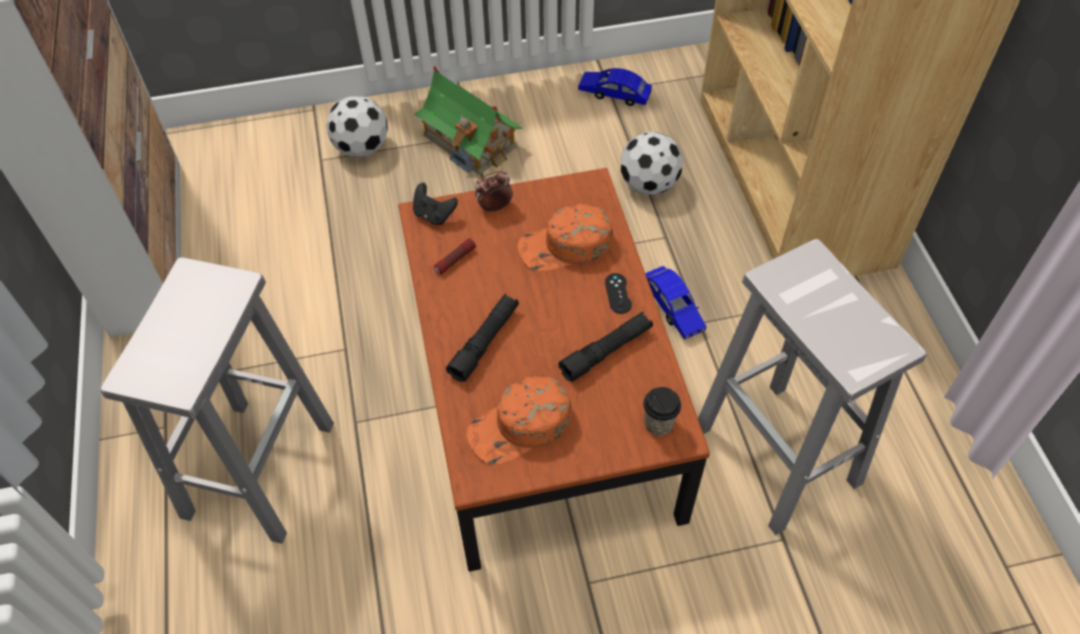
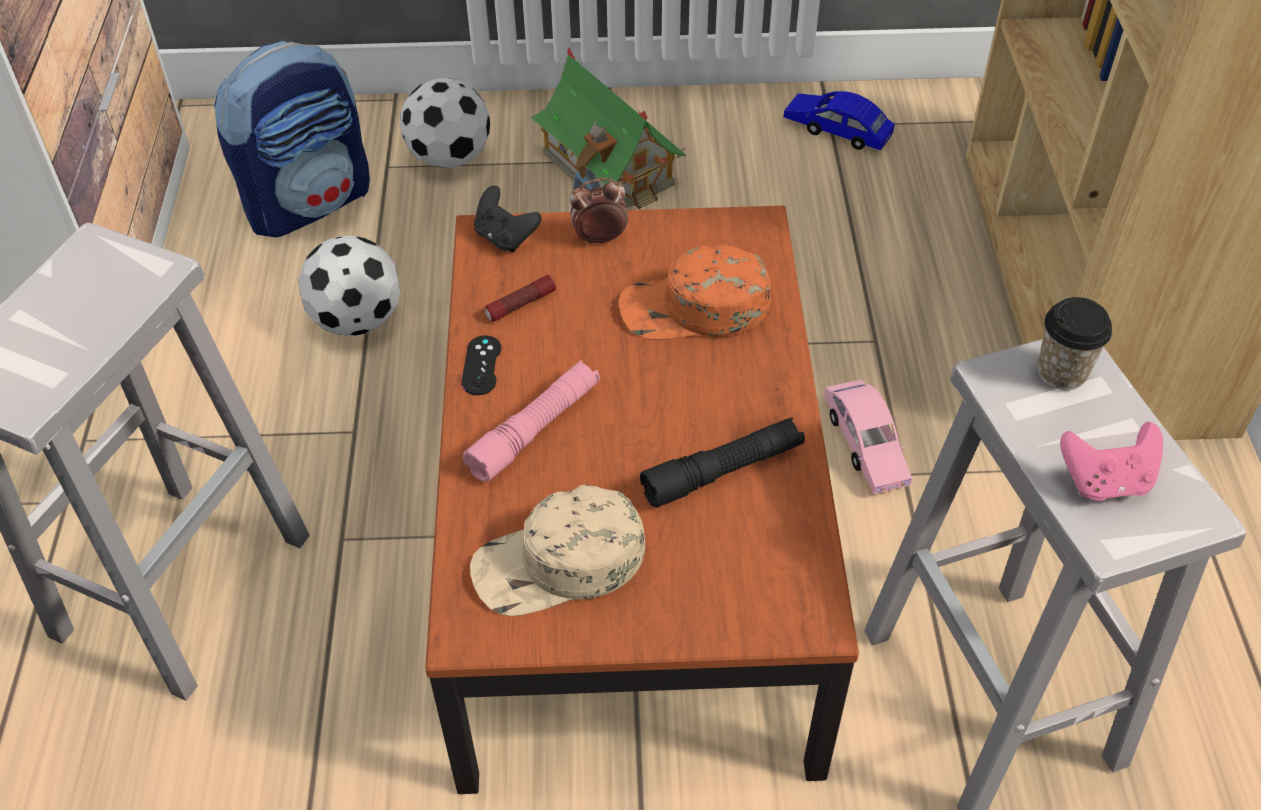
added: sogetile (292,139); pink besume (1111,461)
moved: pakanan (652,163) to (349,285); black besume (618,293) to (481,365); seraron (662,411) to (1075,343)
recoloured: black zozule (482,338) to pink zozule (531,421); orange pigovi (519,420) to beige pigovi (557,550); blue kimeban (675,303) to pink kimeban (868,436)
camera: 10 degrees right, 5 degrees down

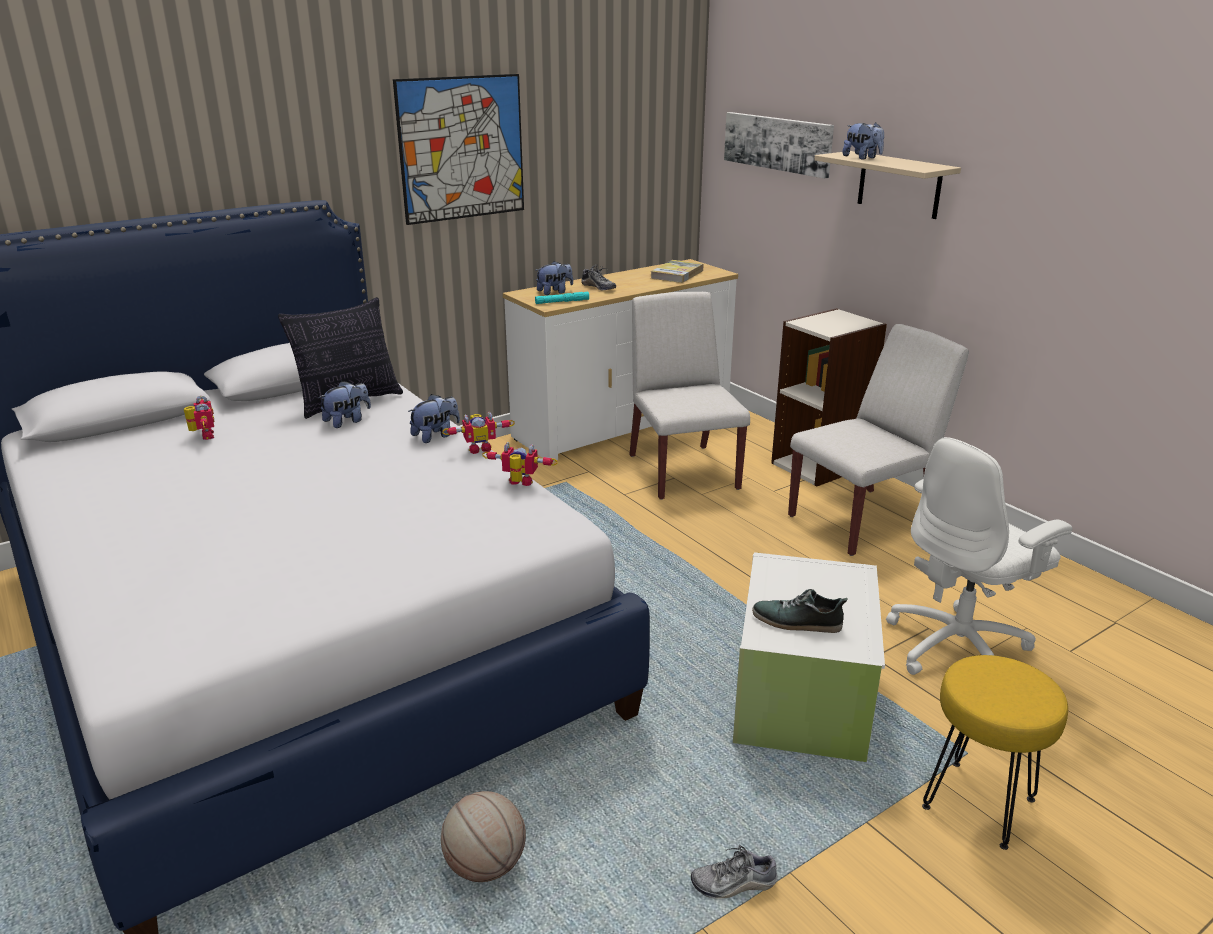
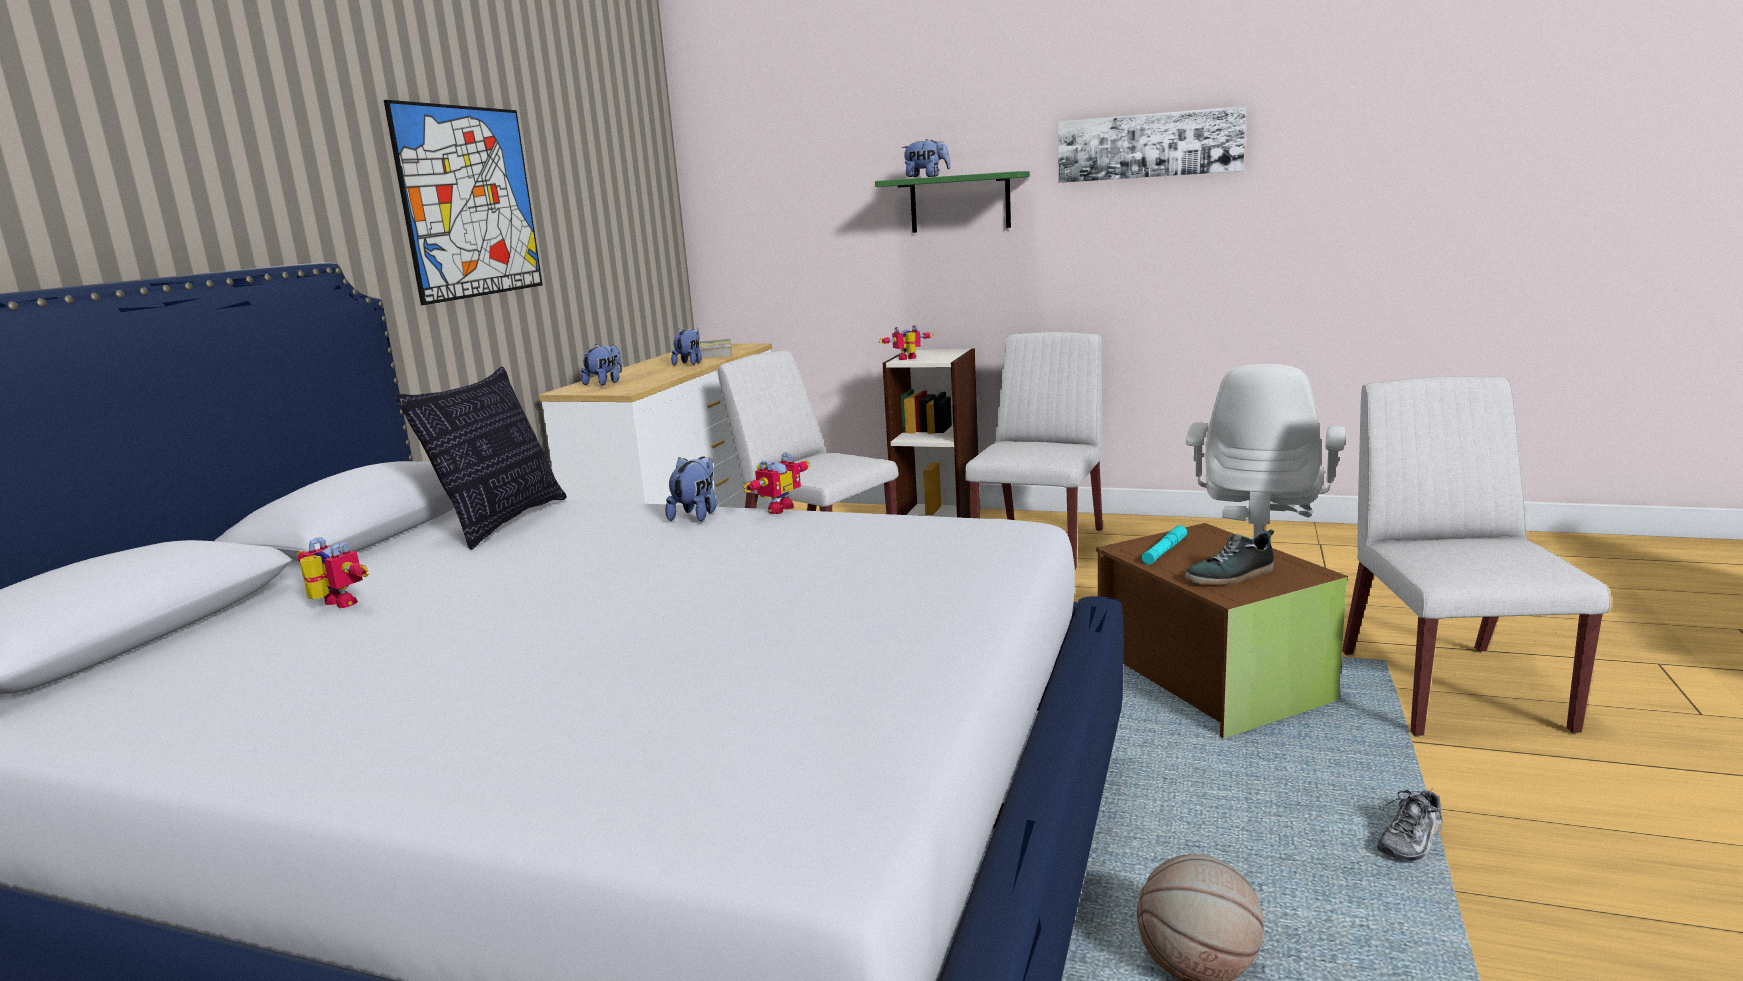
removed: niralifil (598,277)
moved: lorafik (344,404) to (686,347); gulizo (520,464) to (906,342); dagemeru (779,145) to (1152,144); turquoise zozule (562,297) to (1164,545)
replaced: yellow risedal (995,752) to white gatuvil (1476,556)
recoloured: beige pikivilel (887,185) to green pikivilel (952,202); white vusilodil (809,657) to brown vusilodil (1222,631)
camera: 35 degrees left, 10 degrees down

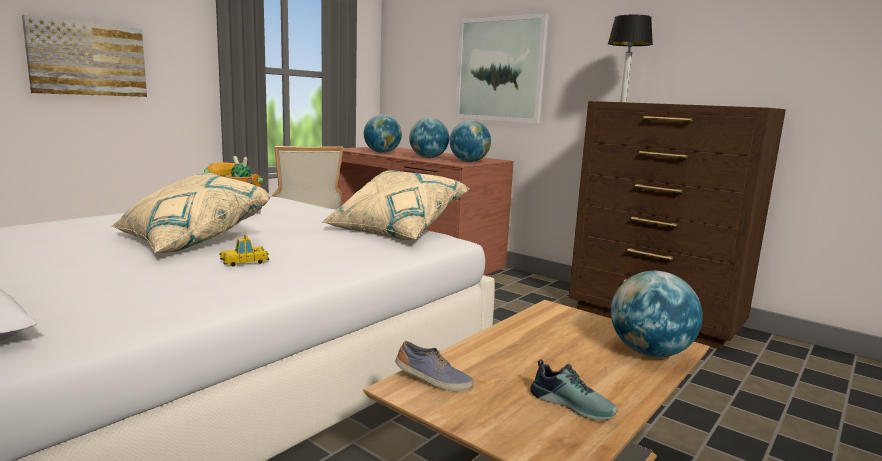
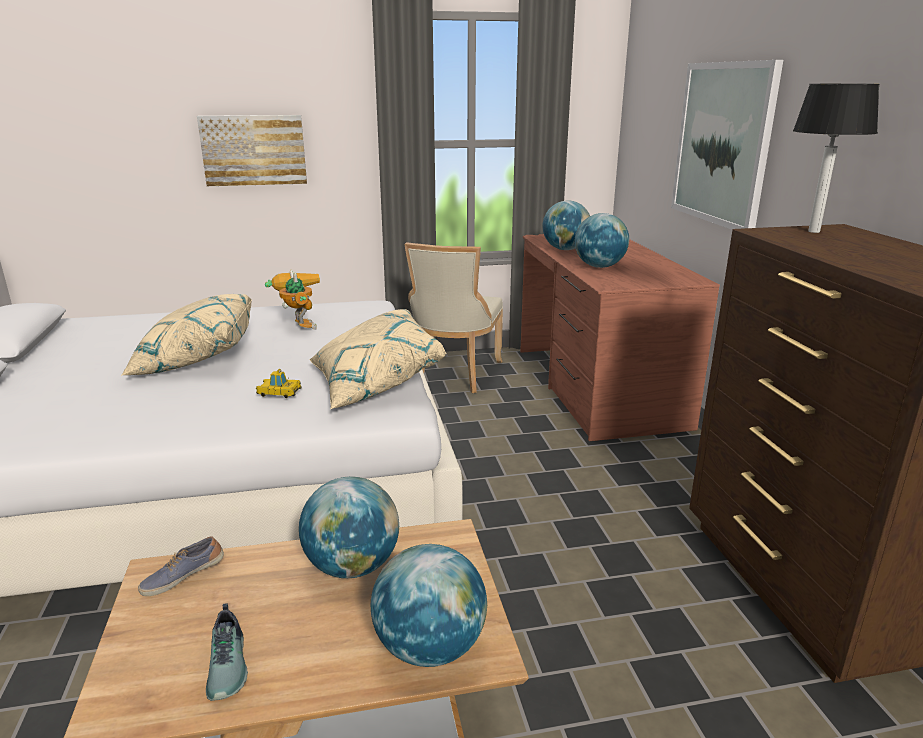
moved: kimeban (244,251) to (279,383); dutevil (470,141) to (349,527)
turned: niralifil (435,366) = (181,566) 90 degrees clockwise
camera: 40 degrees right, 10 degrees up

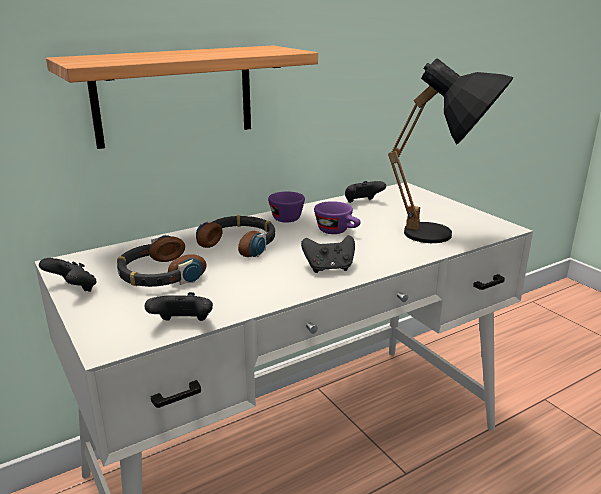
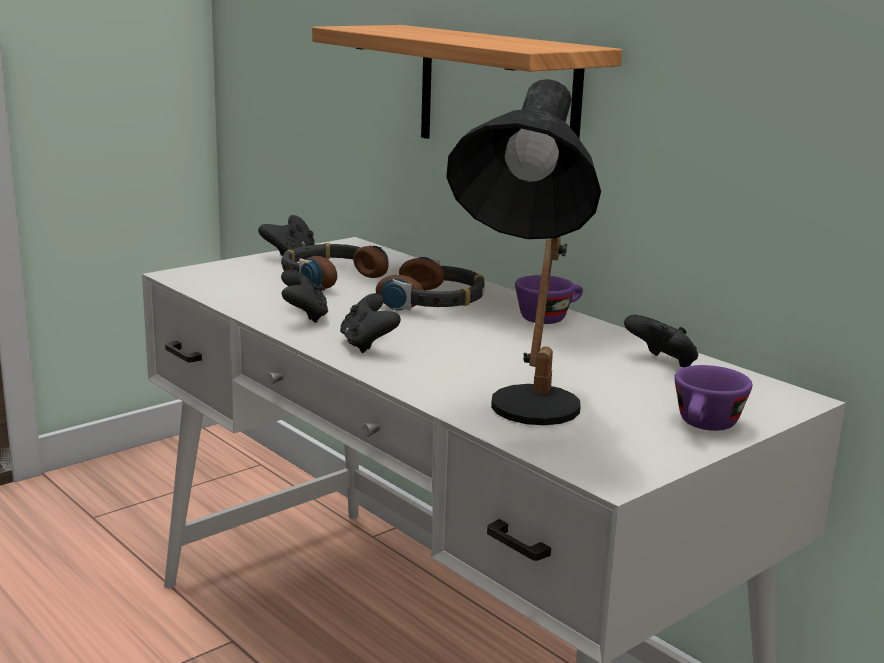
moved: black besume (178,306) to (304,296); purple seraron (337,217) to (713,398)
camera: 80 degrees right, 5 degrees down

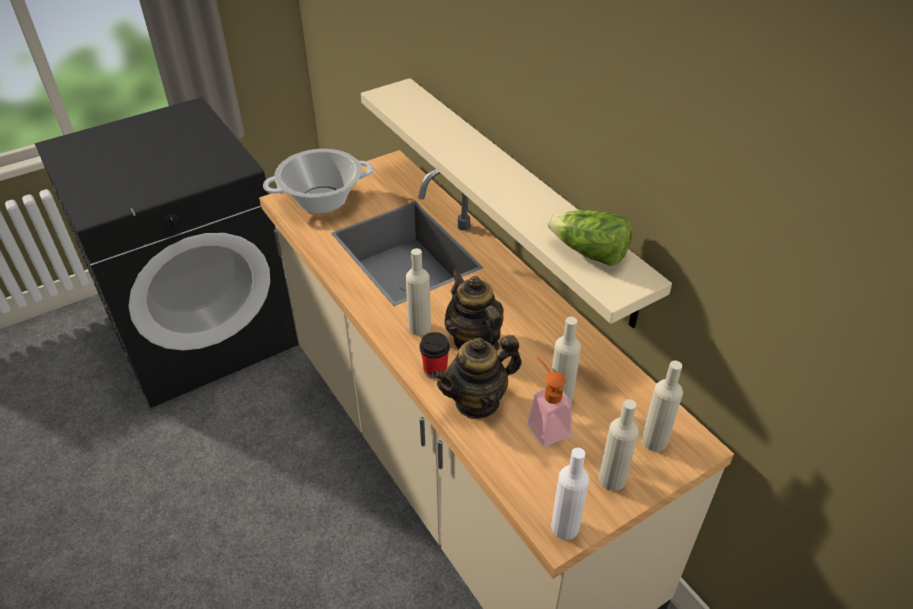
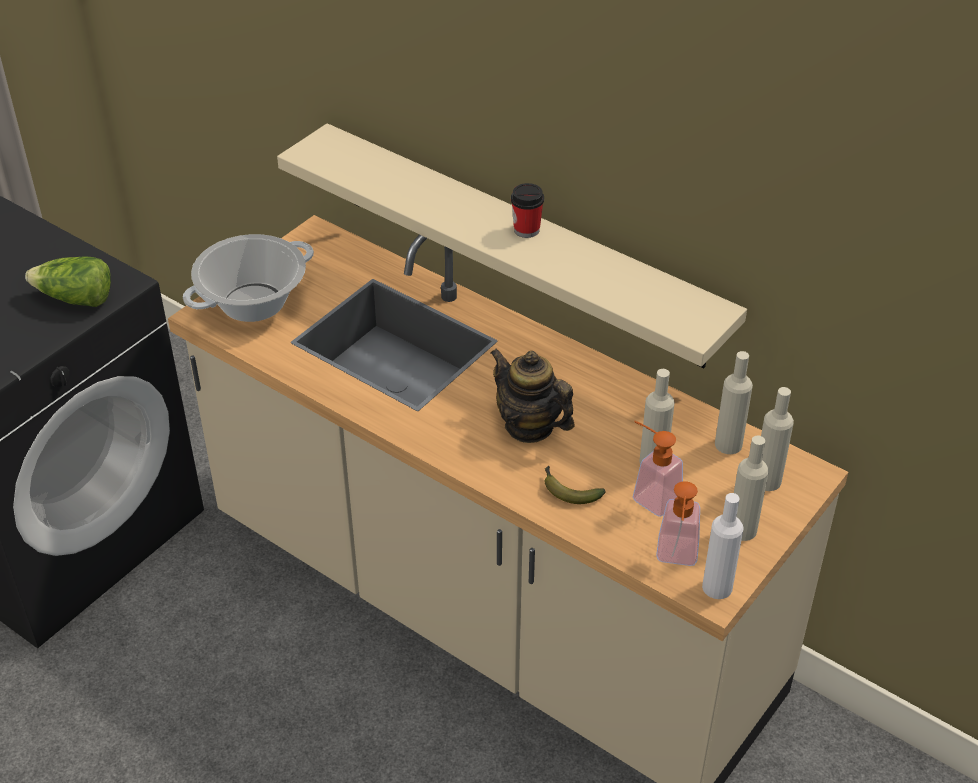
added: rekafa (678,523)
moved: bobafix (589,238) to (68,281); seraron (435,355) to (527,210); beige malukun (418,291) to (734,402)
replaced: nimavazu (477,377) to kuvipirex (575,485)
camera: 20 degrees left, 0 degrees up

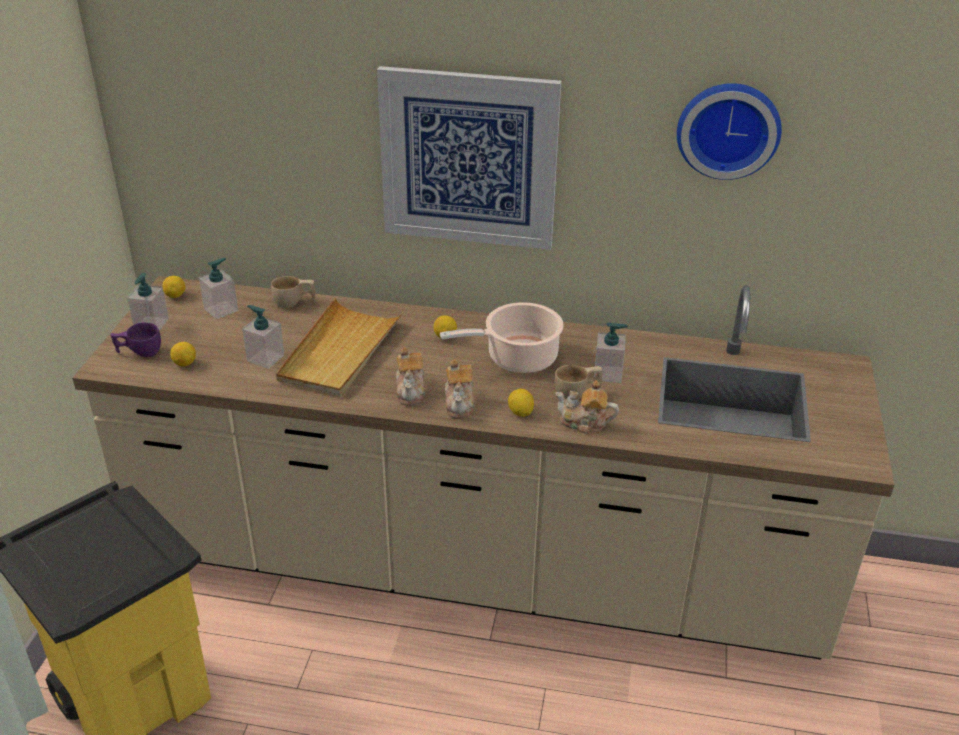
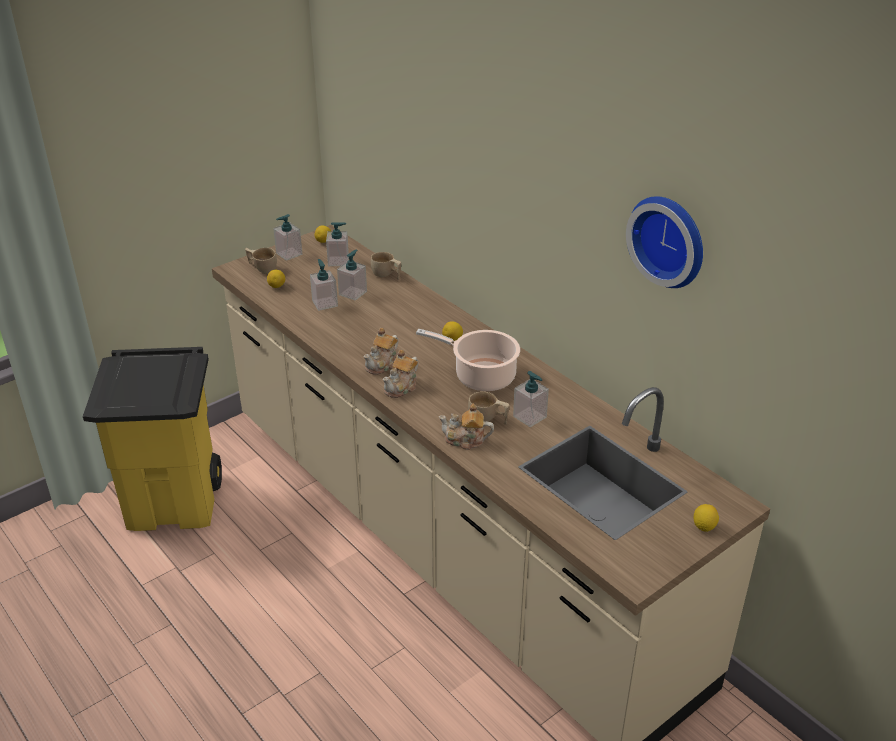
removed: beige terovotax (339,347); dagemeru (469,158)
added: rekafa (352,275)
moved: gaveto (521,403) to (706,518)
recoloured: purple seraron (135,339) to beige seraron (261,261)
turned: nimavazu (587,407) = (466,426) 45 degrees counterclockwise
camera: 40 degrees right, 0 degrees up

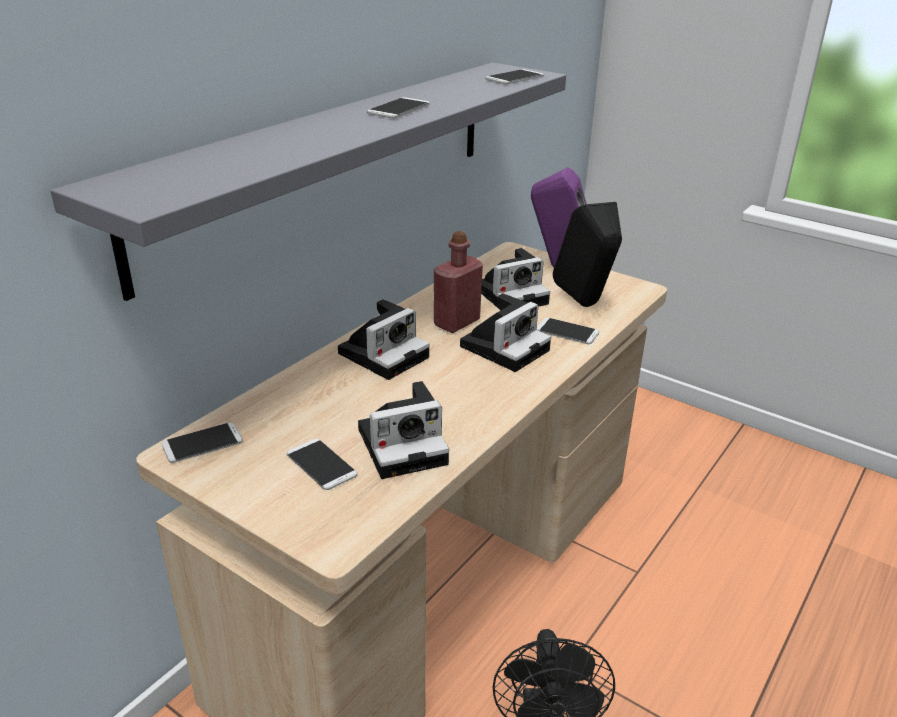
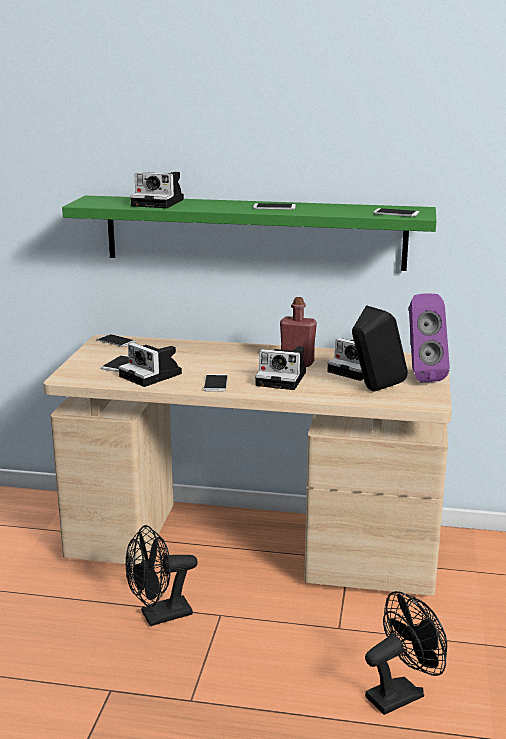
added: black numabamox (406,653)
moved: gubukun (384,339) to (157,190); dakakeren (567,331) to (216,383)
recoloured: grey pikivilel (308,181) to green pikivilel (249,233)
camera: 65 degrees right, 10 degrees down

